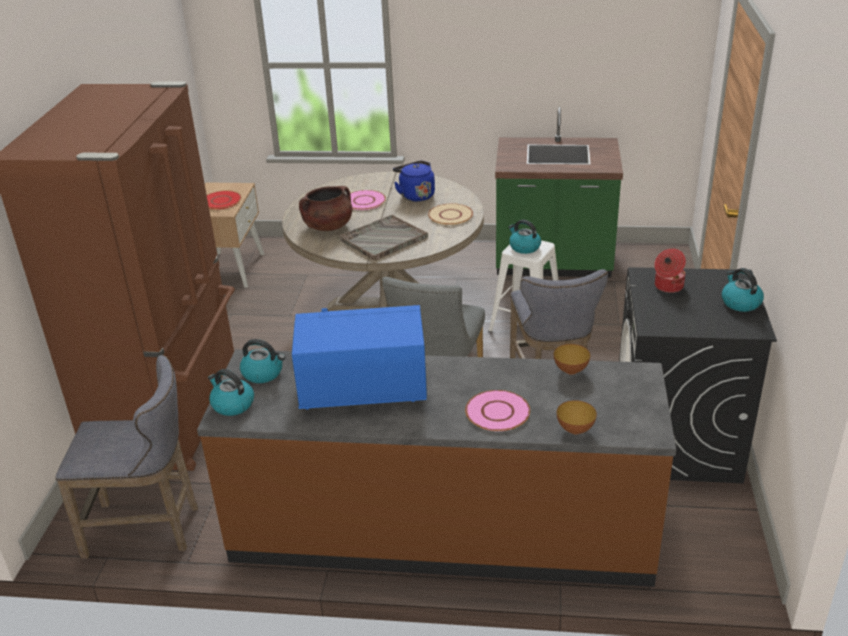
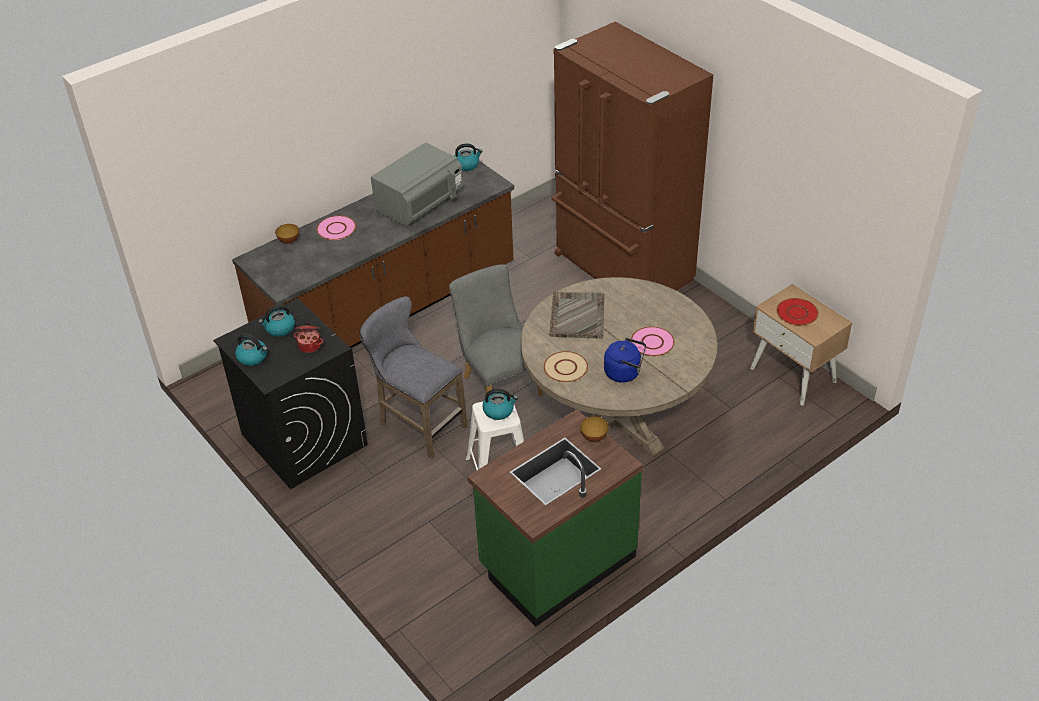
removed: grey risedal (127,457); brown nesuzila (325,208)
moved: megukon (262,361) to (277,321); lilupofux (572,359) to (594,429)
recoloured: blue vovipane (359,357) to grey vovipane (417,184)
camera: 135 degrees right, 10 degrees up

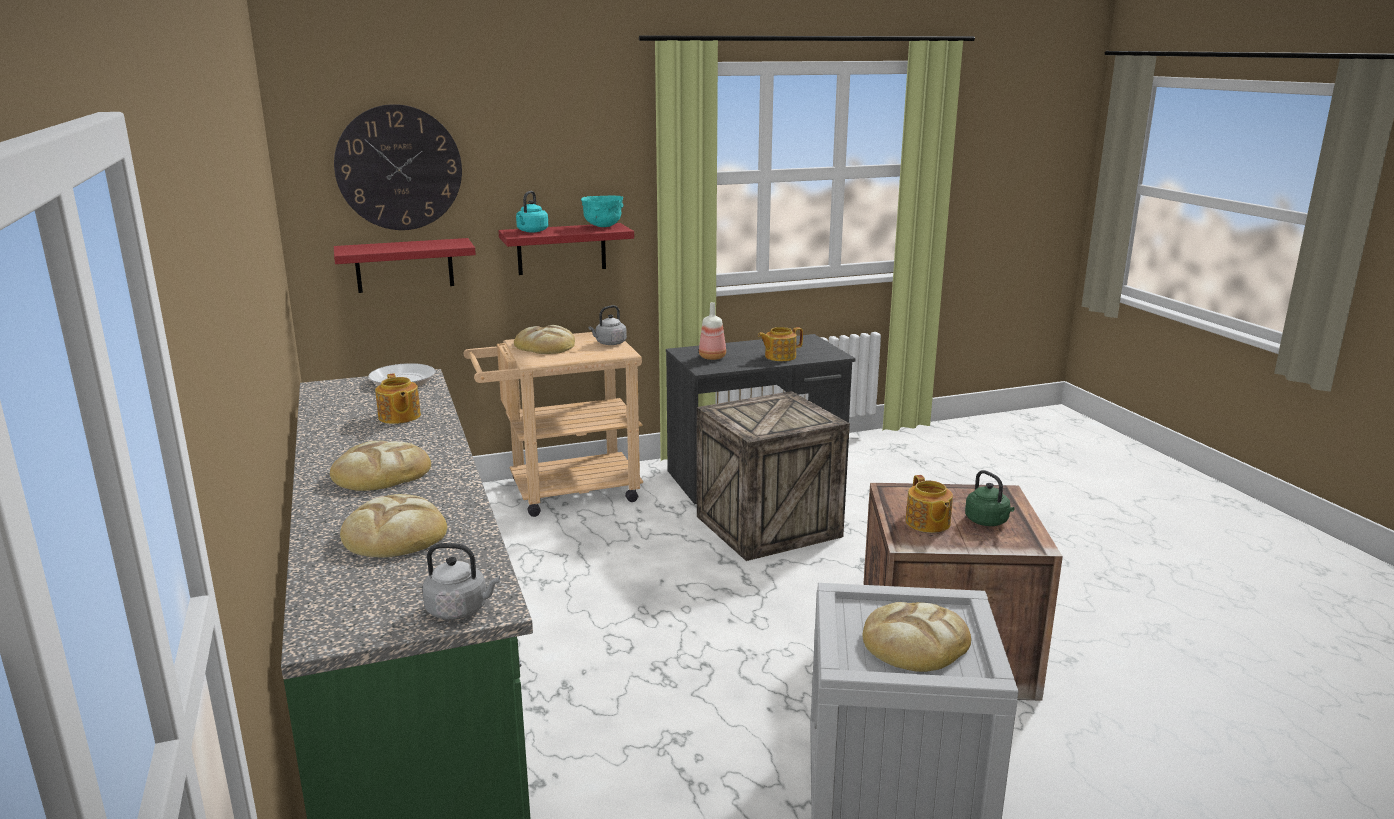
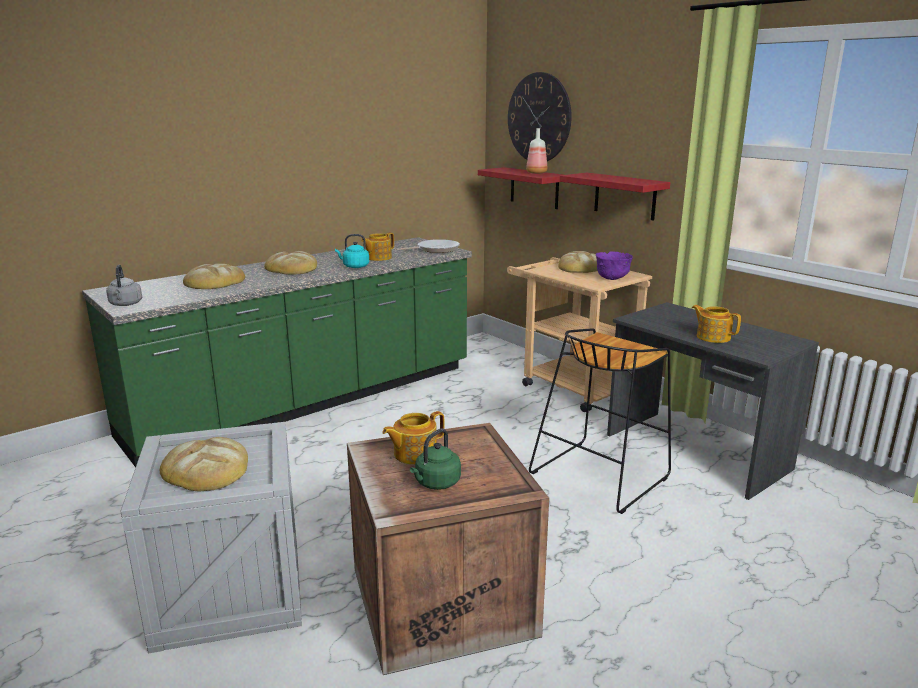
removed: turquoise lilupofux (602,211)
moved: turquoise megukon (532,211) to (352,251); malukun (712,331) to (536,151)
replaced: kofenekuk (773,476) to black risedal (600,421); grey megukon (607,325) to purple lilupofux (614,265)
camera: 70 degrees right, 0 degrees up

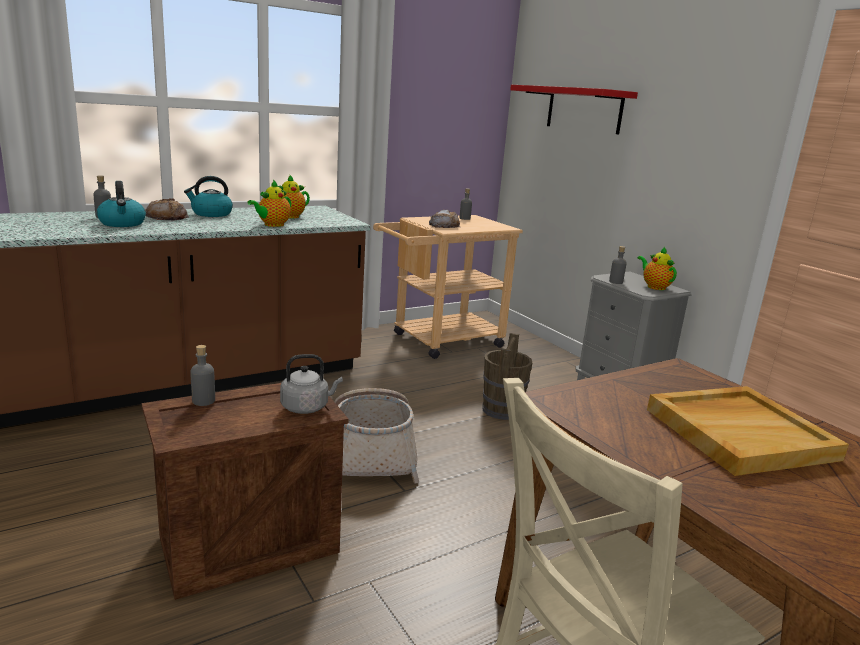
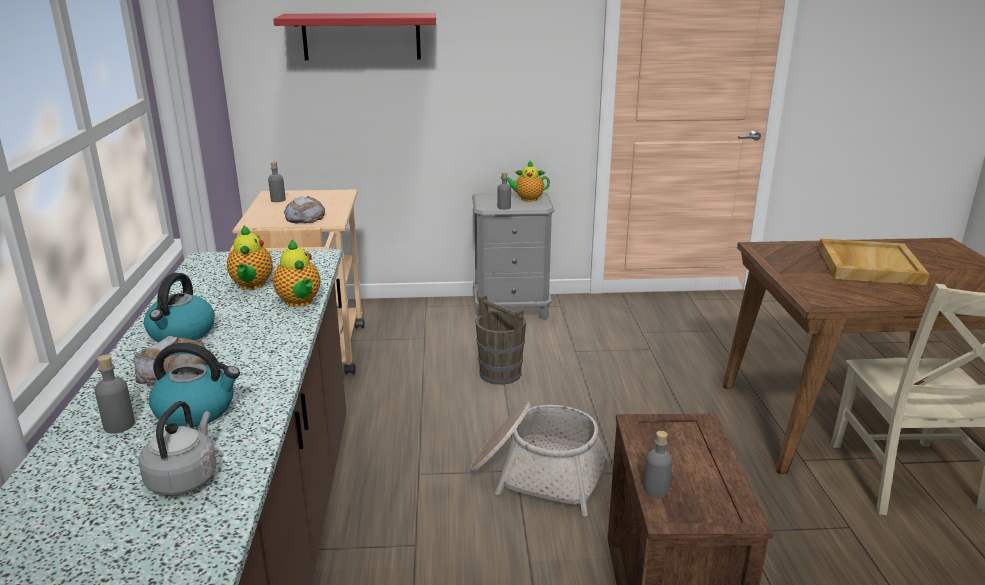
moved: grey megukon (311,384) to (177,448)
camera: 60 degrees left, 5 degrees up

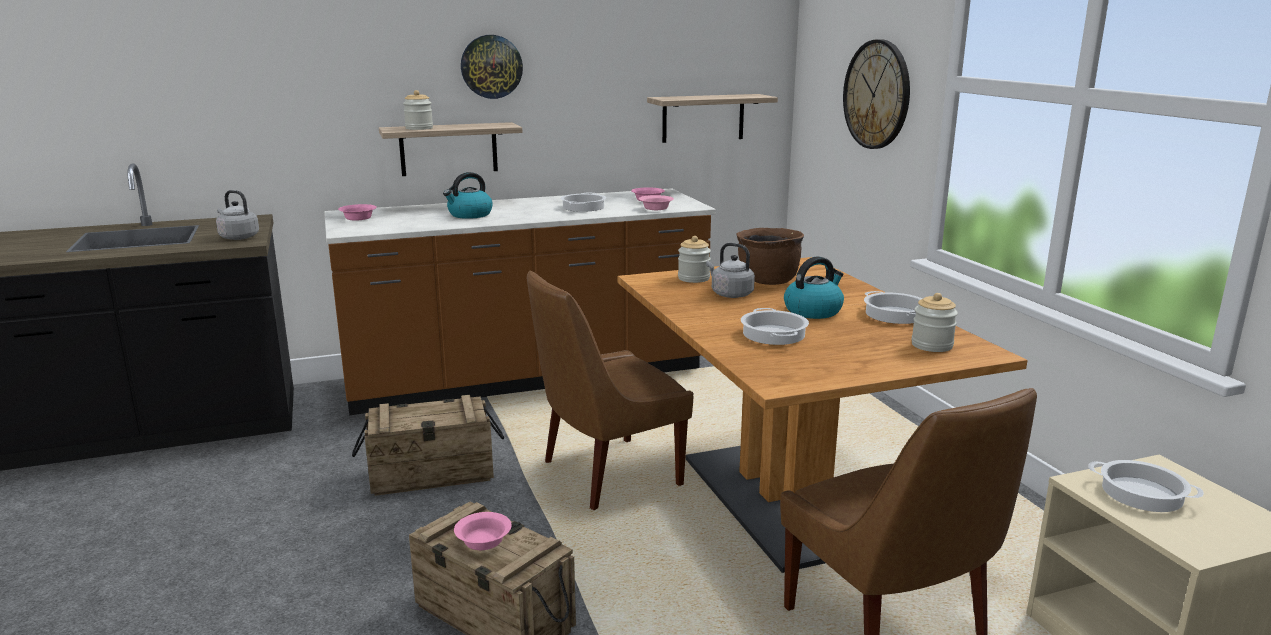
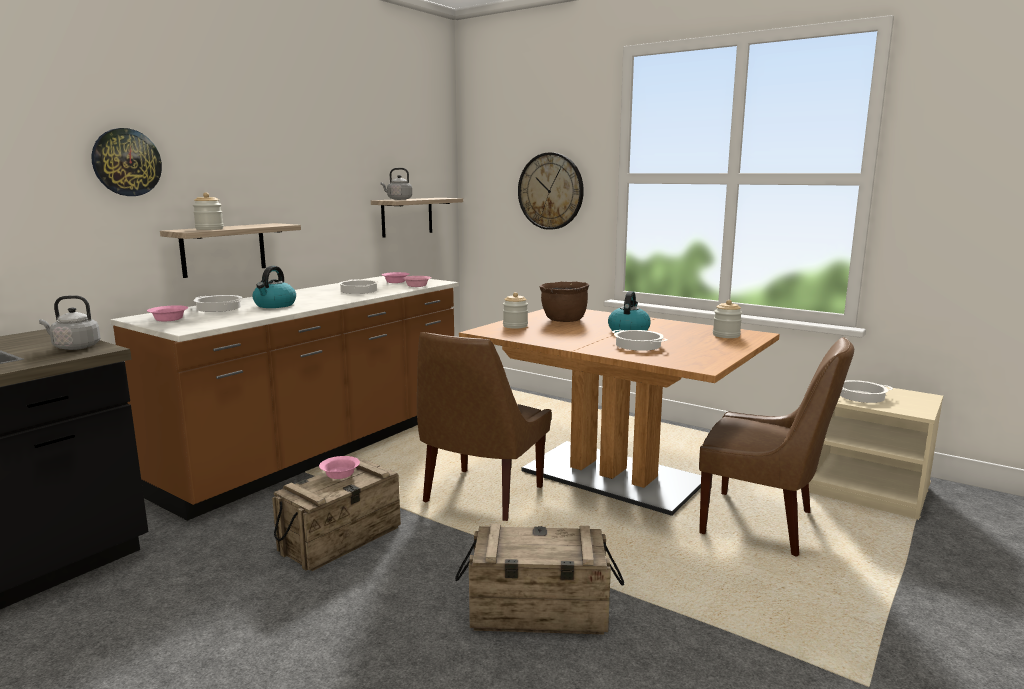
moved: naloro (492,67) to (127,162); nesuzila (893,307) to (217,303); pink lilupofux (483,531) to (339,467); grey megukon (730,270) to (396,184)
camera: 35 degrees left, 5 degrees down

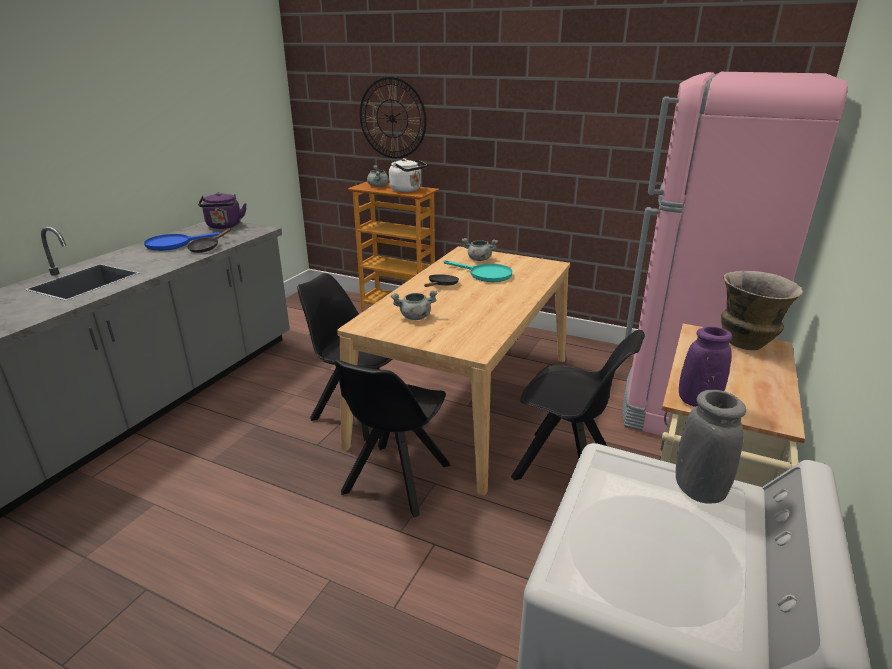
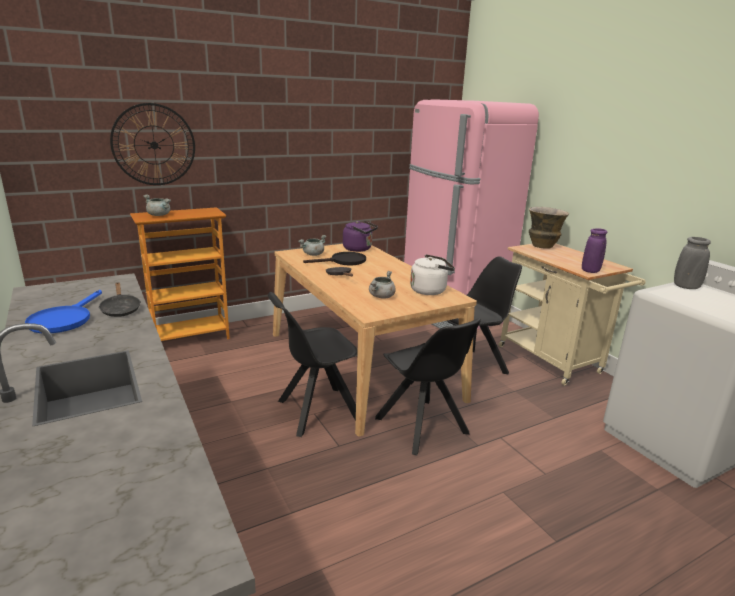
moved: purple megukon (222,210) to (360,236); white megukon (408,175) to (432,274)
recoloured: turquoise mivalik (478,271) to black mivalik (334,259)
camera: 55 degrees left, 5 degrees down

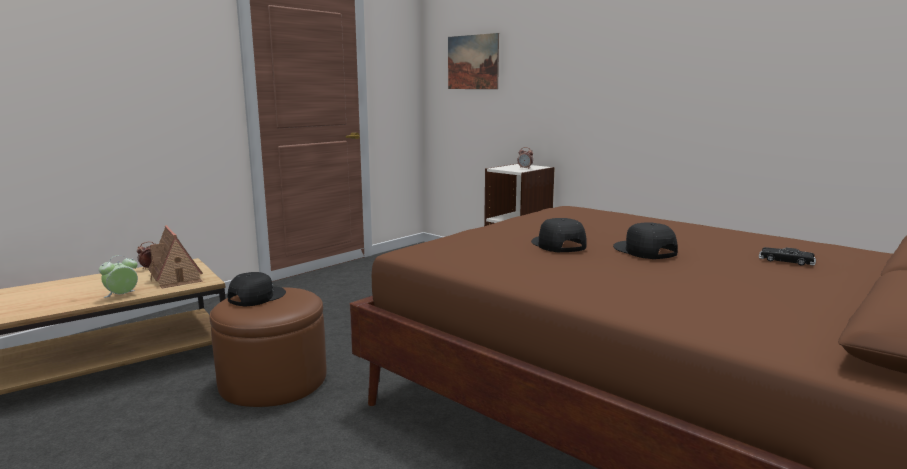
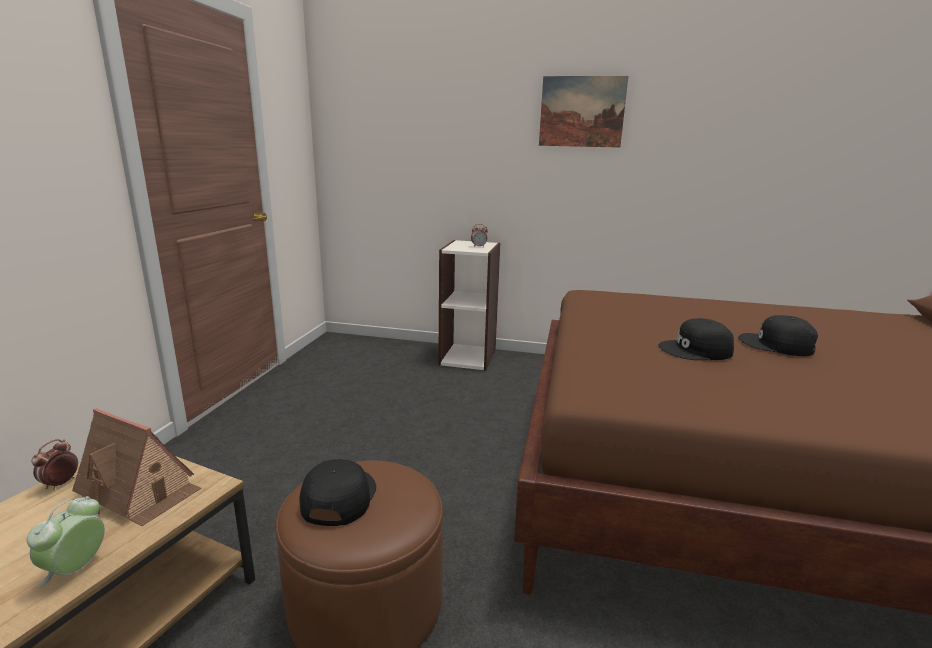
removed: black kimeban (787,256)
moved: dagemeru (473,61) to (583,112)
turned: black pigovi (559,235) = (696,339) 45 degrees counterclockwise
camera: 30 degrees left, 5 degrees up

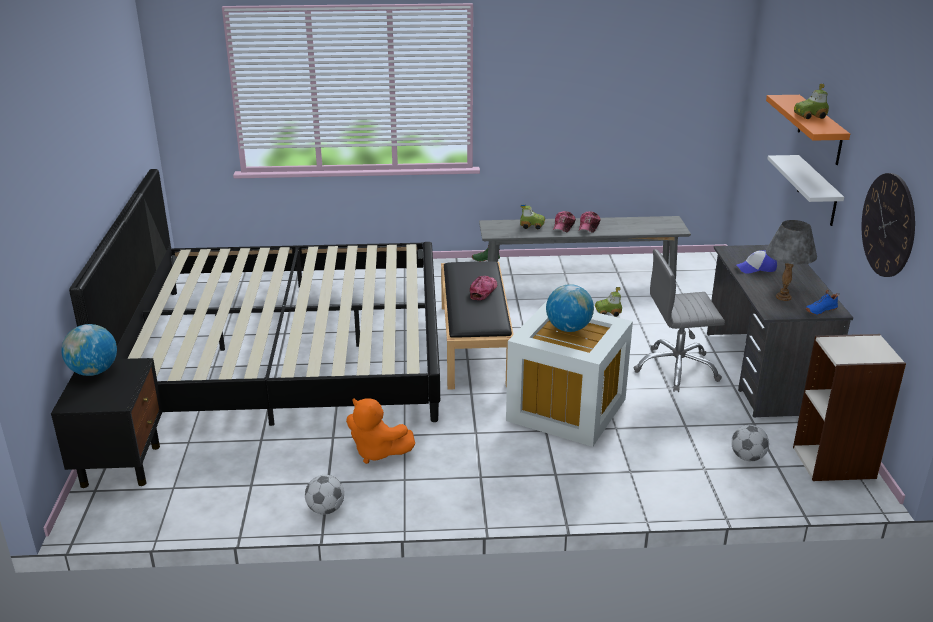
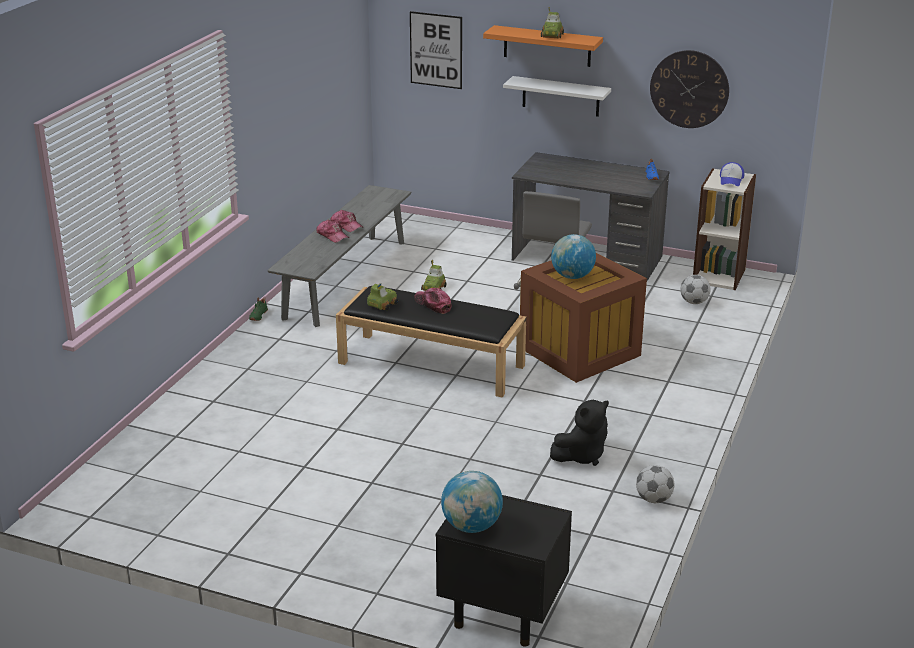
removed: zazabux (254,297); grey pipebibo (791,260)
added: dagemeru (436,50)
moved: kimeban (532,216) to (382,297); pigovi (756,262) to (732,174)
recoloured: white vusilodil (569,374) to brown vusilodil (583,318); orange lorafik (380,431) to black lorafik (579,433)
camera: 65 degrees left, 0 degrees up

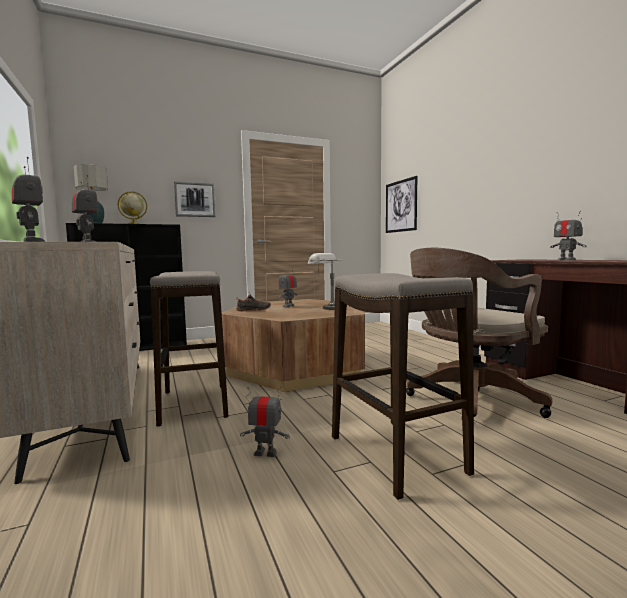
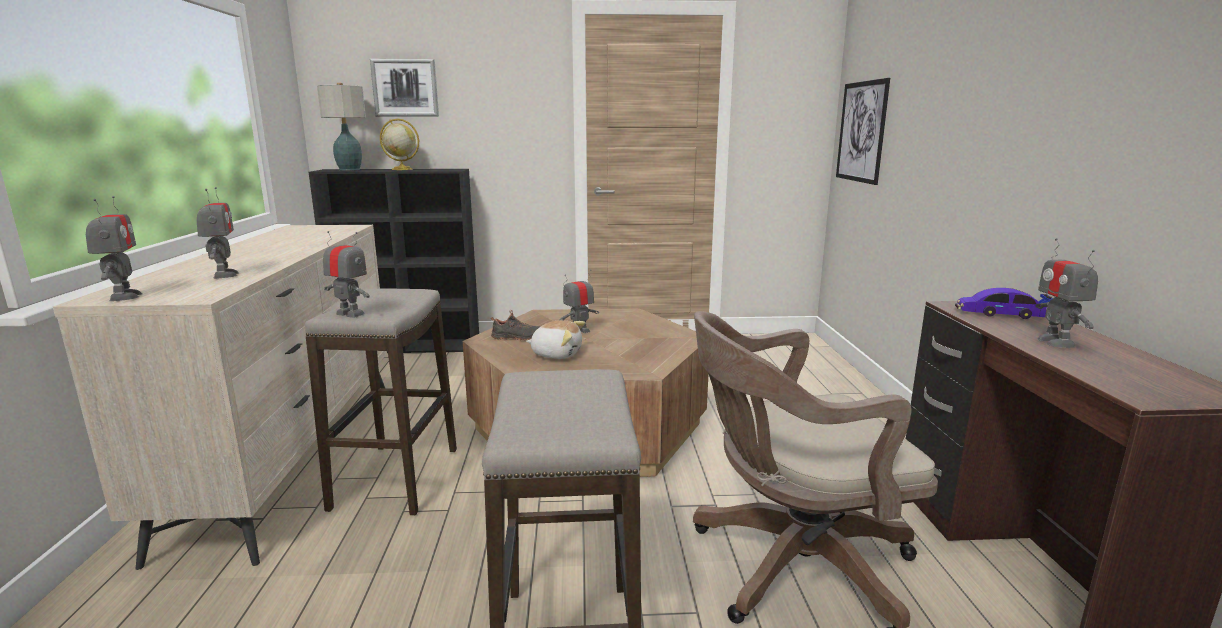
removed: grey pipebibo (325,281)
added: lorafik (555,339); kimeban (1004,303)
moved: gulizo (265,422) to (346,274); dagemeru (195,199) to (404,88)
camera: 20 degrees right, 10 degrees up

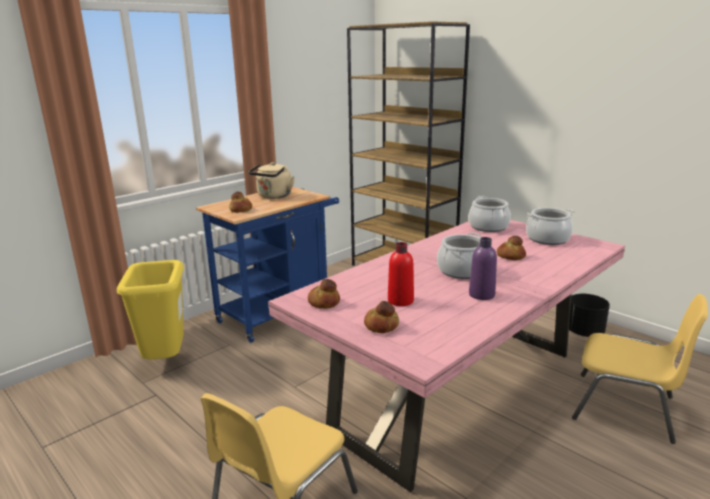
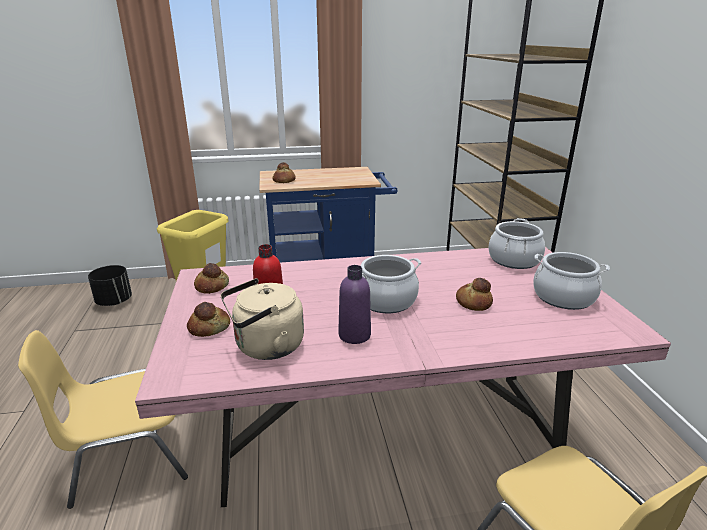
moved: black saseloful (589,315) to (110,285); beige megukon (272,180) to (262,319)
camera: 35 degrees right, 5 degrees up

